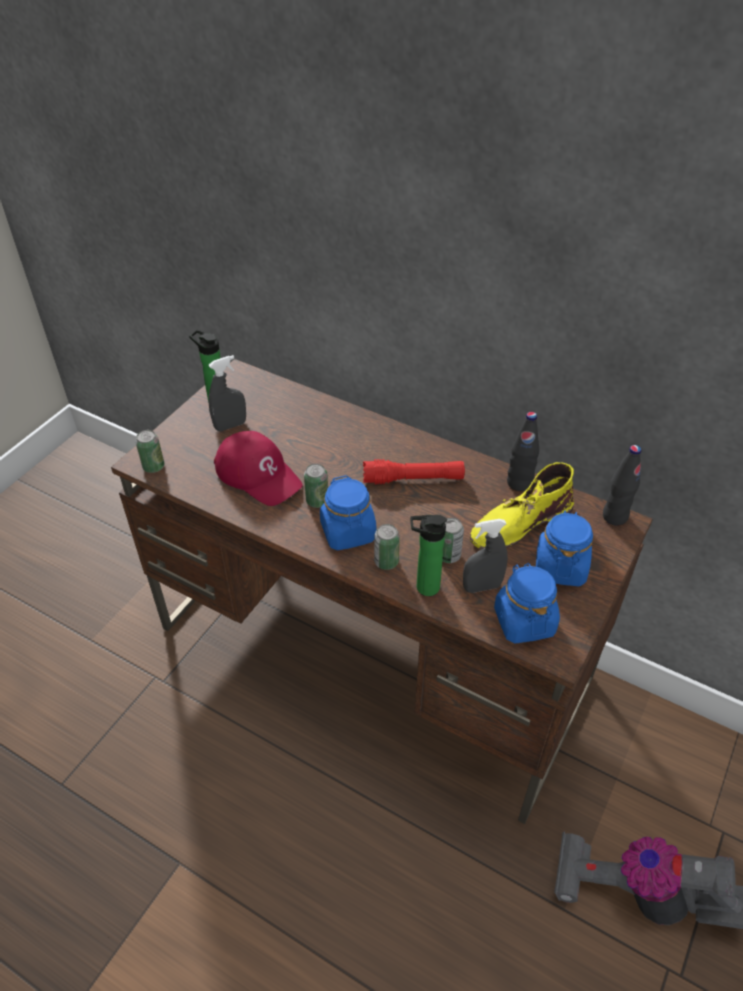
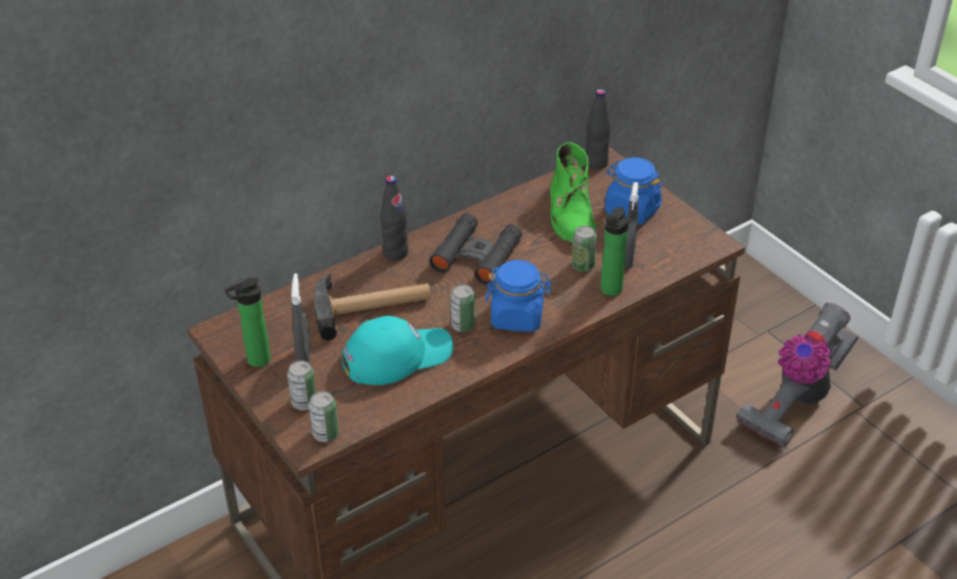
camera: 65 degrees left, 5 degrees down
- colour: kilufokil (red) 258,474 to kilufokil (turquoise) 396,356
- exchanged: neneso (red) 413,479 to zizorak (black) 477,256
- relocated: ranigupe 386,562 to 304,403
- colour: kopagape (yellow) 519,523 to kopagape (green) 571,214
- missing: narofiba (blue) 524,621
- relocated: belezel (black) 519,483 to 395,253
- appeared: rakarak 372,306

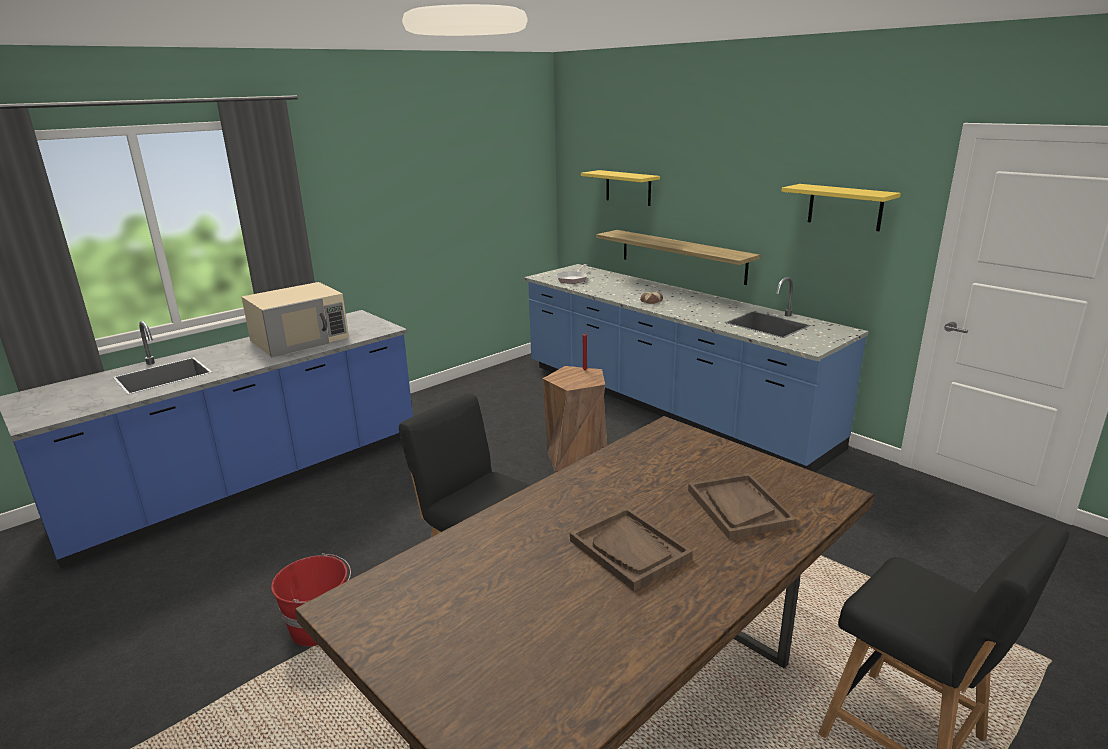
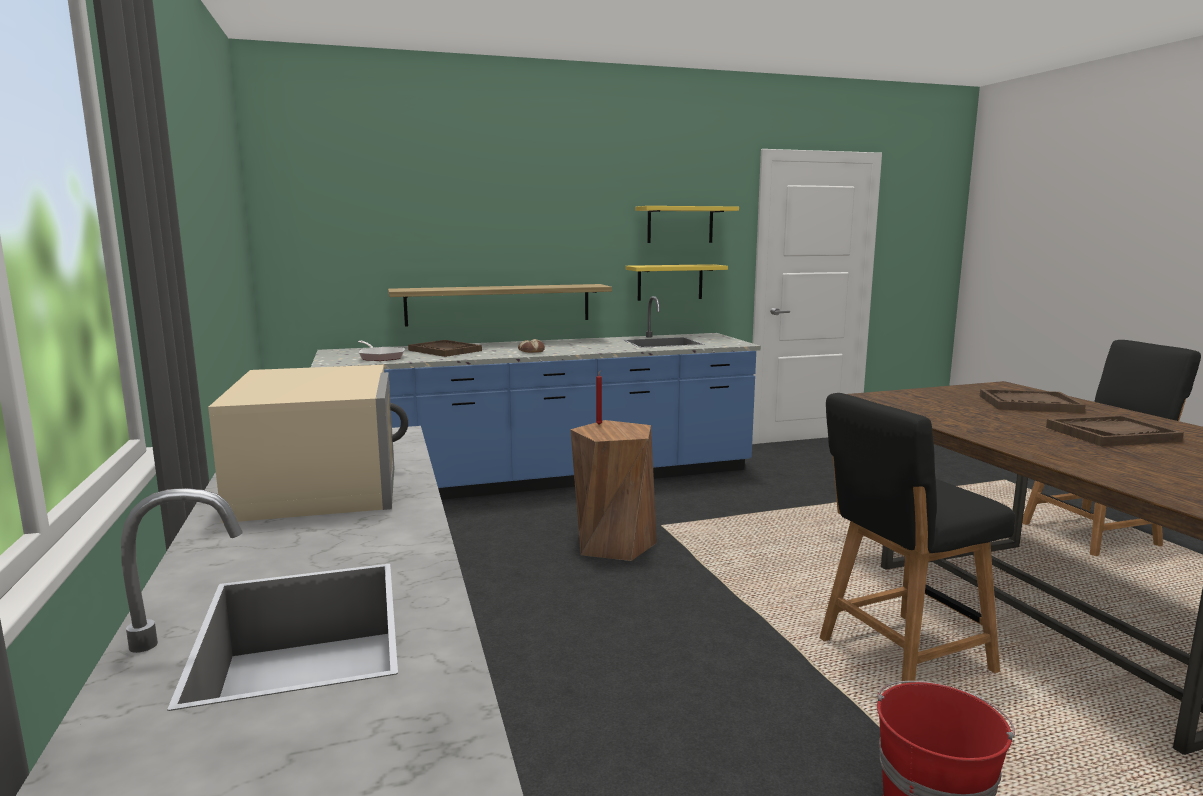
camera: 65 degrees left, 10 degrees down
- relocated: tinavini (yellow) 628,188 to 670,282
- appeared: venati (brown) 444,350

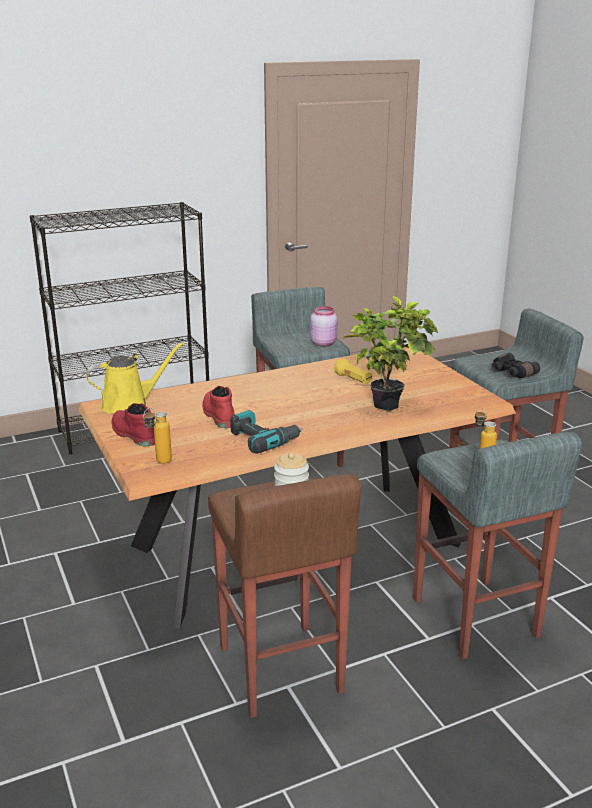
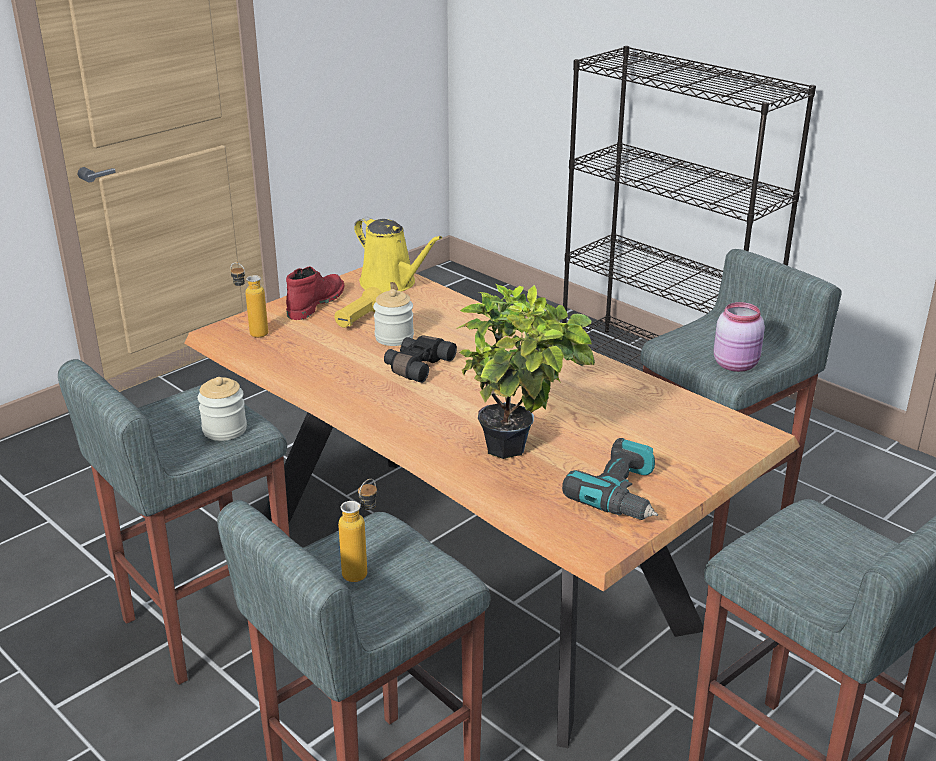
camera: 70 degrees right, 5 degrees up
- exchanged: kopagape (red) 218,415 to narofiba 394,337
- colour: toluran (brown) 279,670 to toluran (grey) 205,622
- relocated: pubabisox 263,439 to 622,494
- relocated: neneso (yellow) 353,380 to 359,319
- relocated: zizorak (black) 511,373 to 417,366

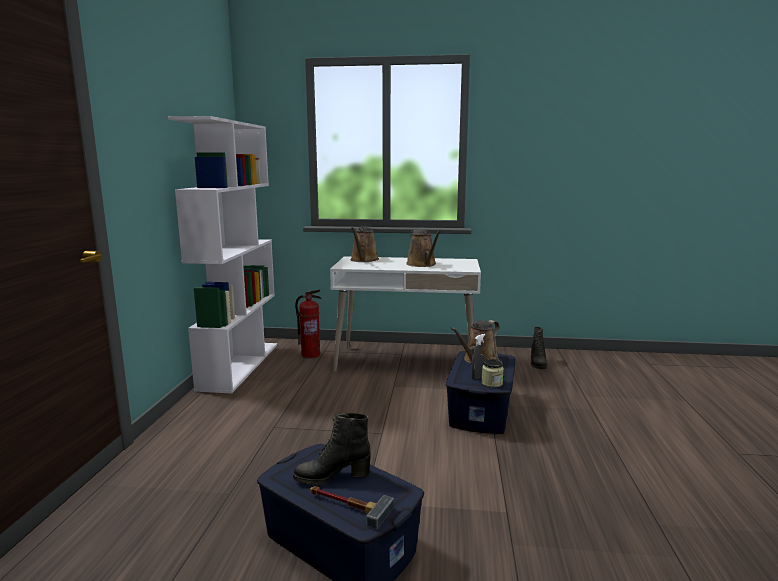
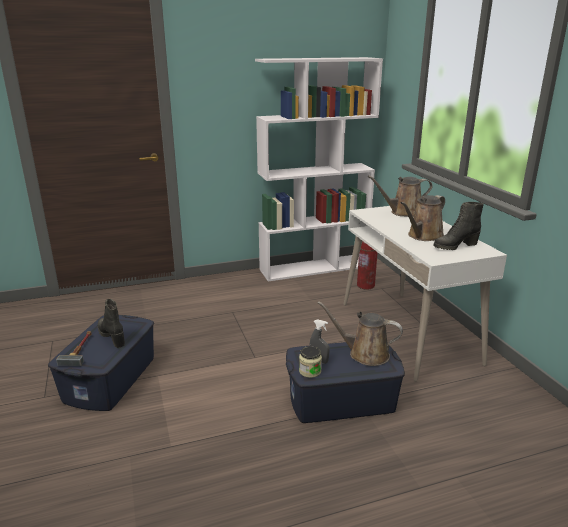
camera: 65 degrees right, 10 degrees up
- relocated: kopagape (black) 537,364 to 455,246

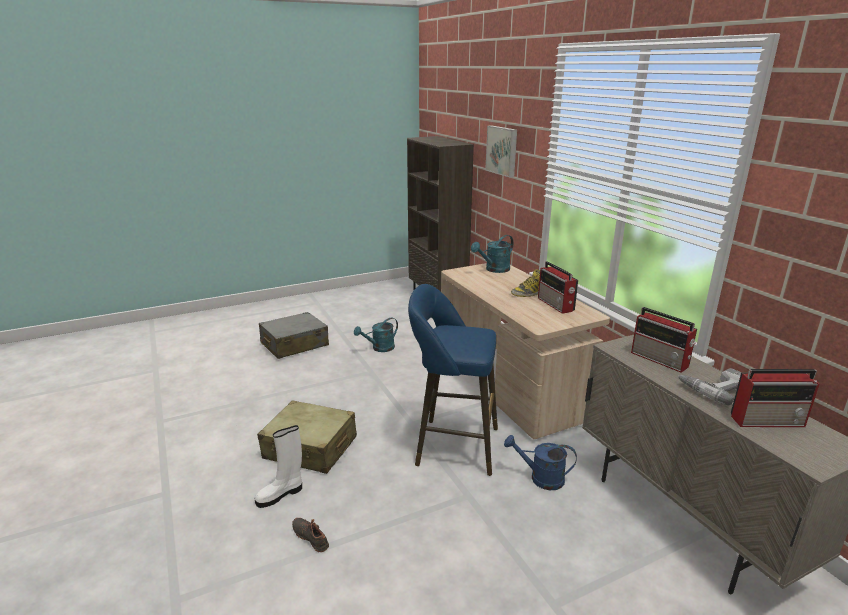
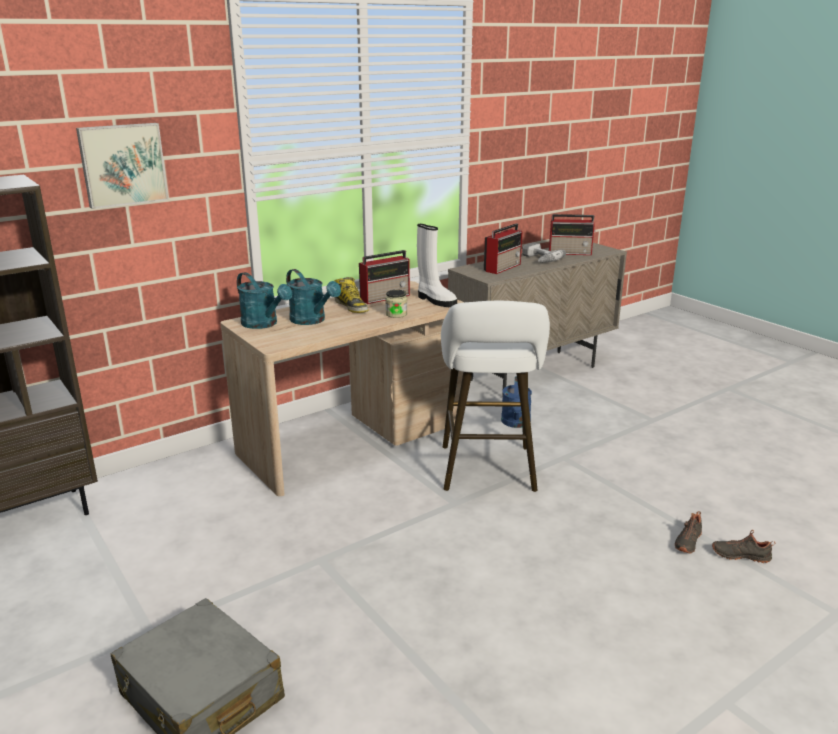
camera: 100 degrees left, 0 degrees up
- relocated: kopagape (white) 281,494 to 435,300
- missing: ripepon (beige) 310,448
- relocated: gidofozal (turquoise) 379,348 to 312,320
- colour: toluran (blue) 452,445 to toluran (white) 488,471
- spun: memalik 768,420 = 571,253 105 degrees clockwise
- appeared: narofiba 396,314
- appeared: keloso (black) 740,555

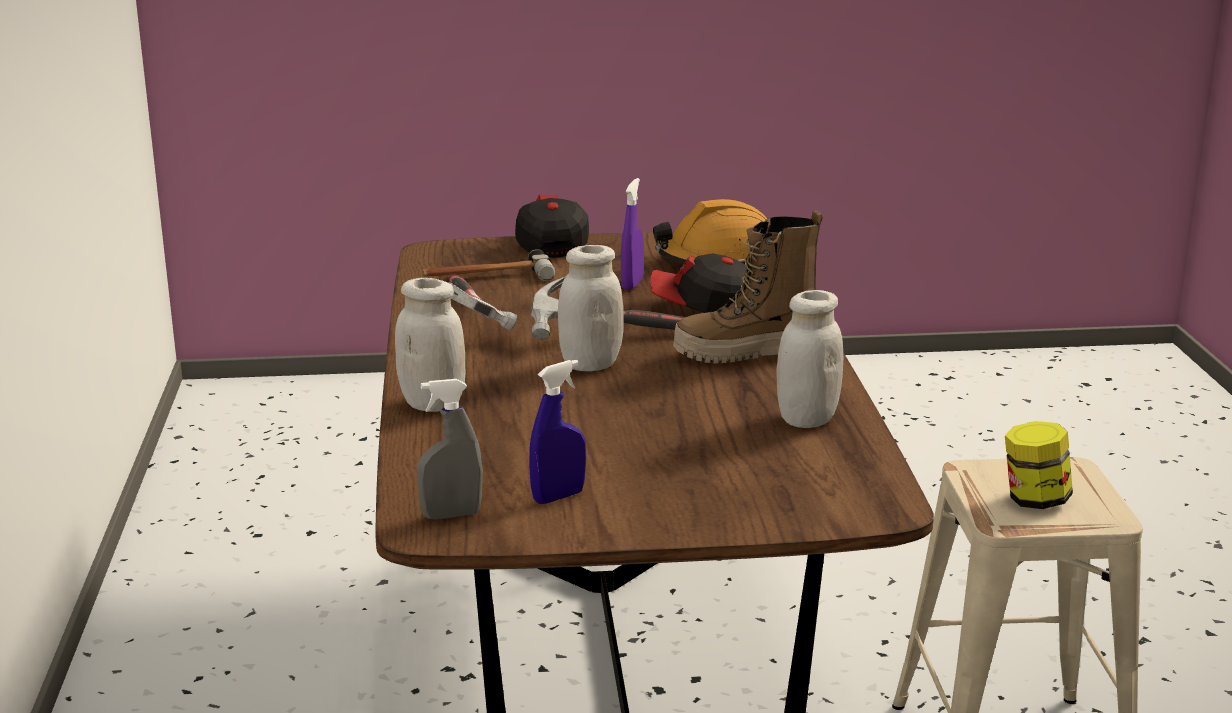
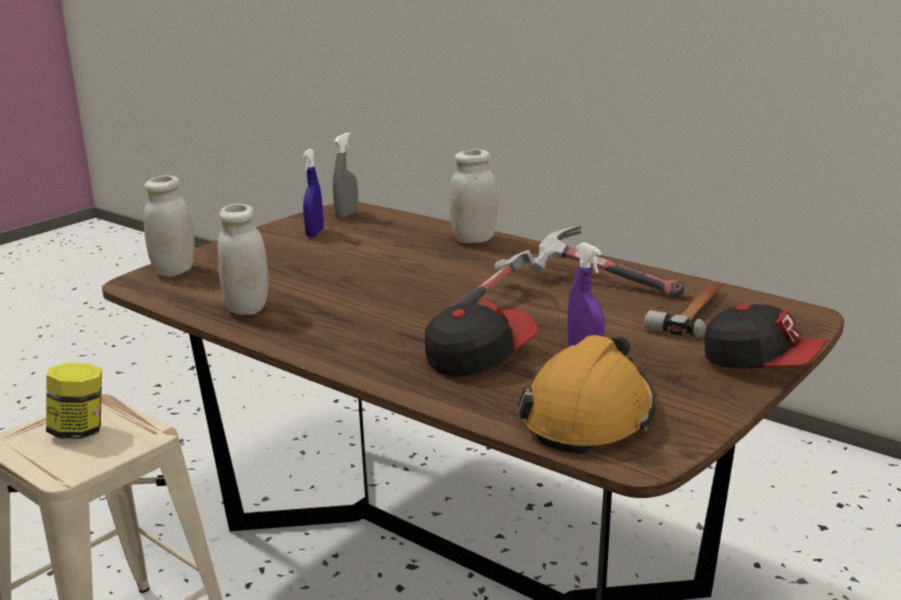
camera: 135 degrees right, 0 degrees up
- relocated: narofiba (white) 590,364 to 174,271
- missing: kopagape 745,353

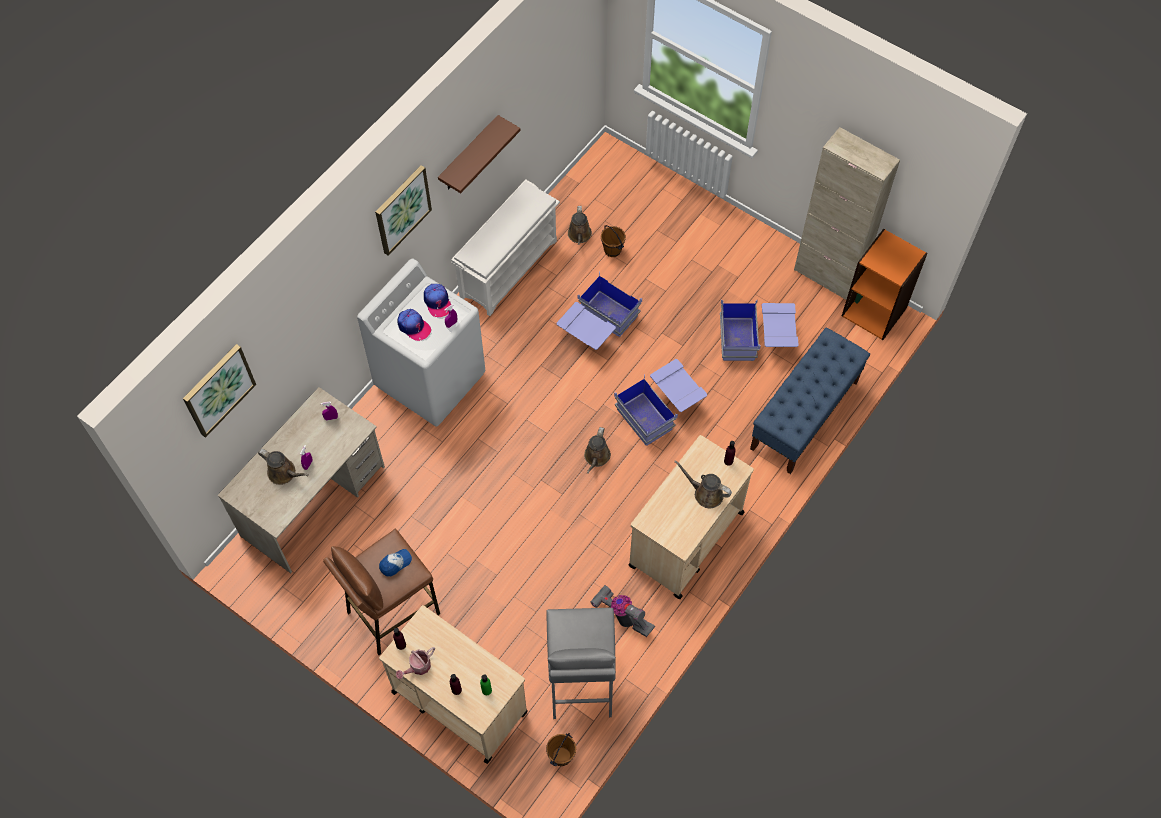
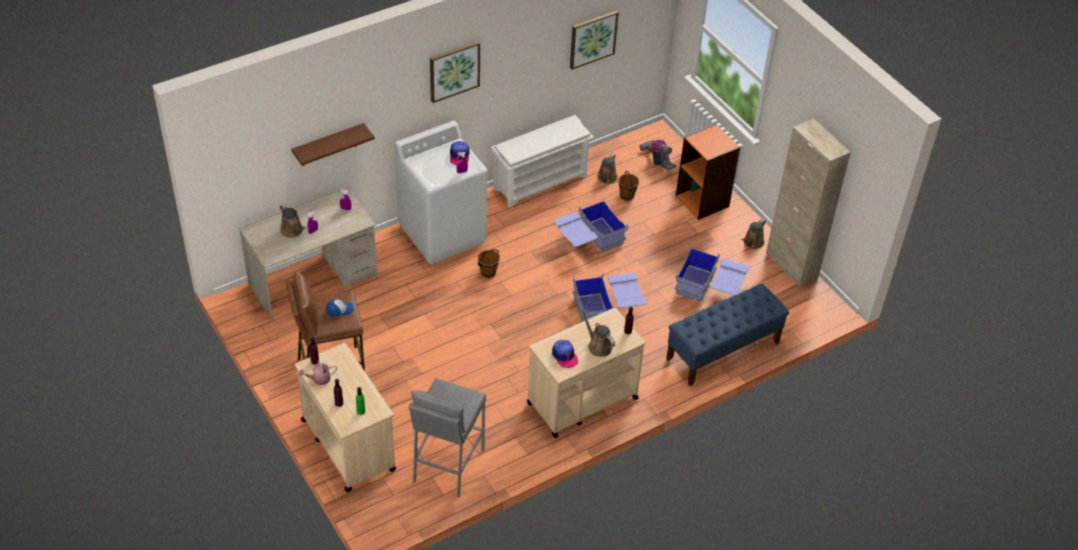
camera: 20 degrees right, 15 degrees down
- relocated: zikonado 218,389 to 592,39
- relocated: kilufokil 413,326 to 564,356
- relocated: tinavini (brown) 469,155 to 328,145
- relocated: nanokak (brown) 561,756 to 488,273
- relocated: gidofozal (brown) 596,457 to 752,243
- relocated: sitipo 622,615 to 657,161
- relocated: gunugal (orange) 874,311 to 702,201

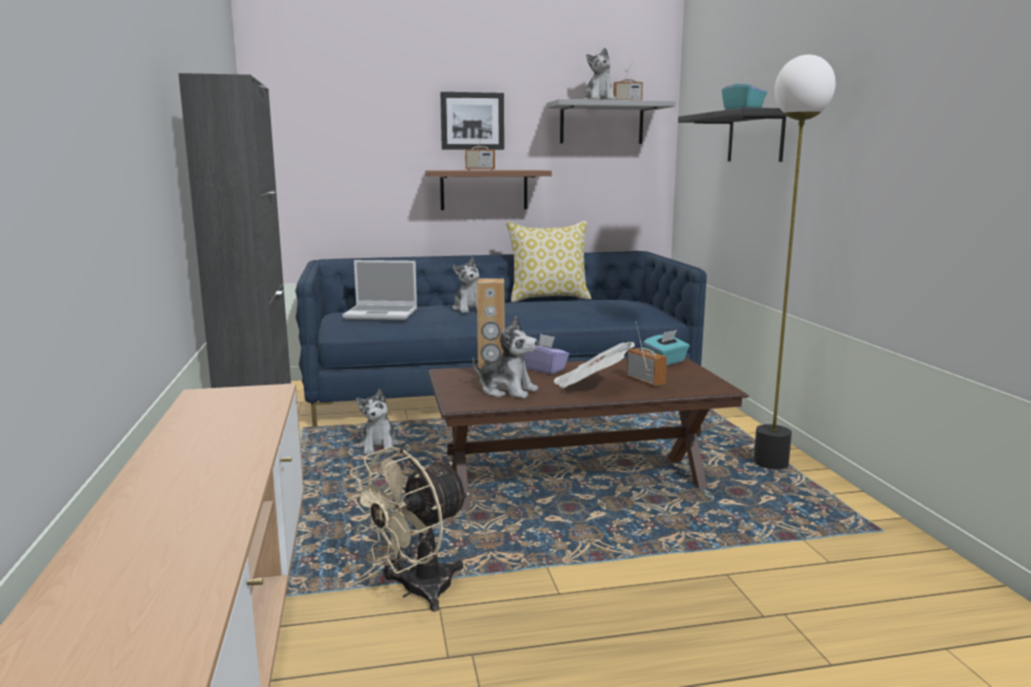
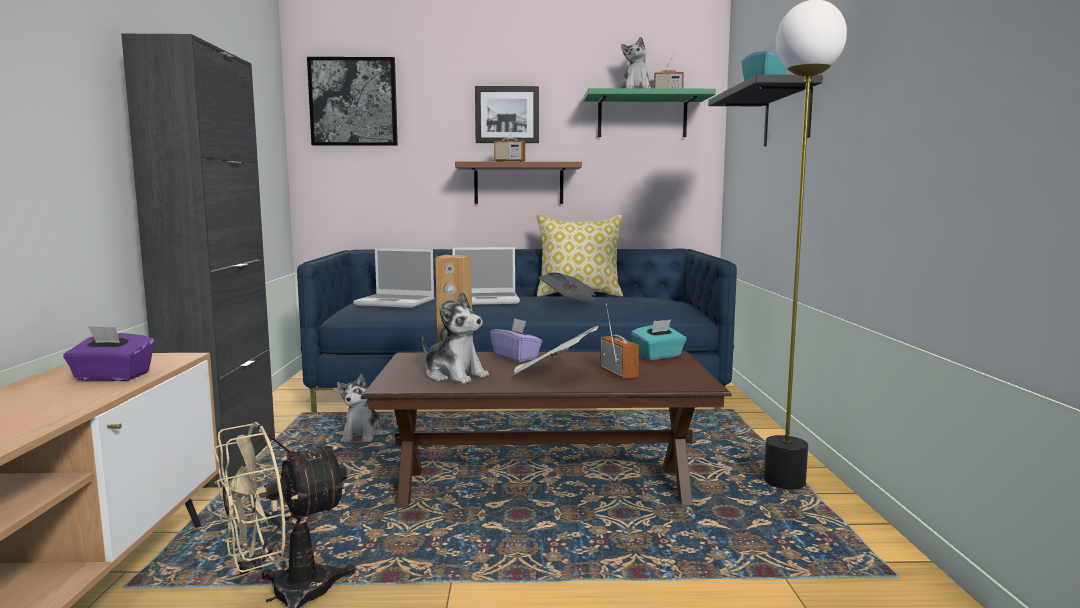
camera: 10 degrees right, 5 degrees down
- exchanged: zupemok 469,309 to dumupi 486,300
- colour: tinavini (grey) 601,123 to tinavini (green) 642,116
- appeared: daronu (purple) 112,377
- appeared: zikonado 353,102
- appeared: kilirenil 570,303

